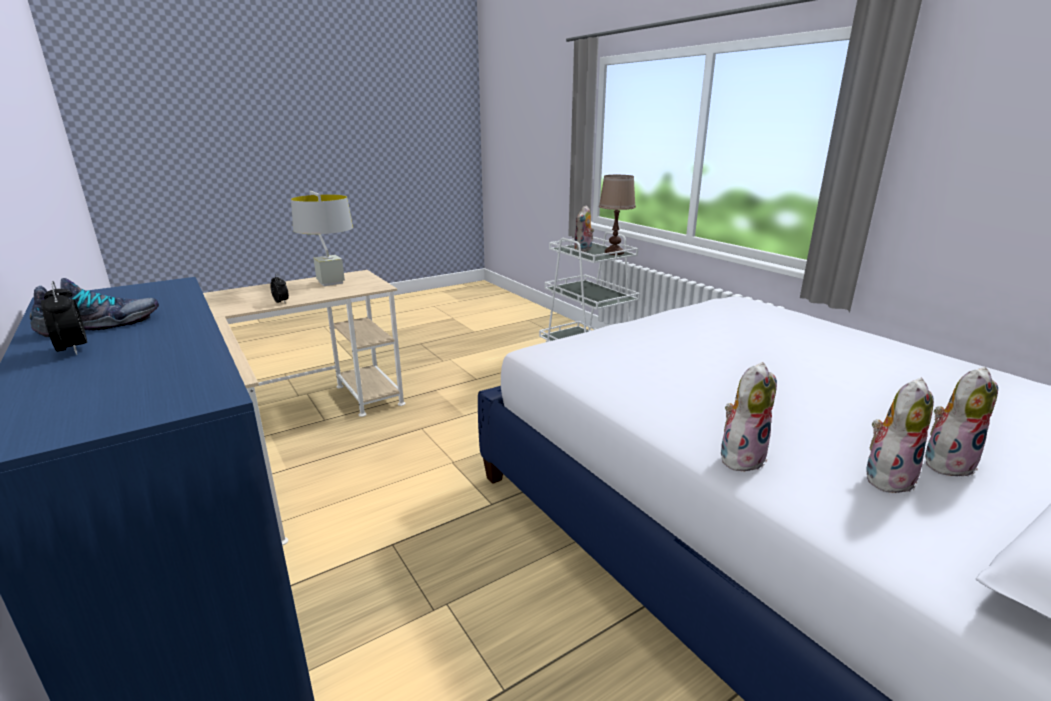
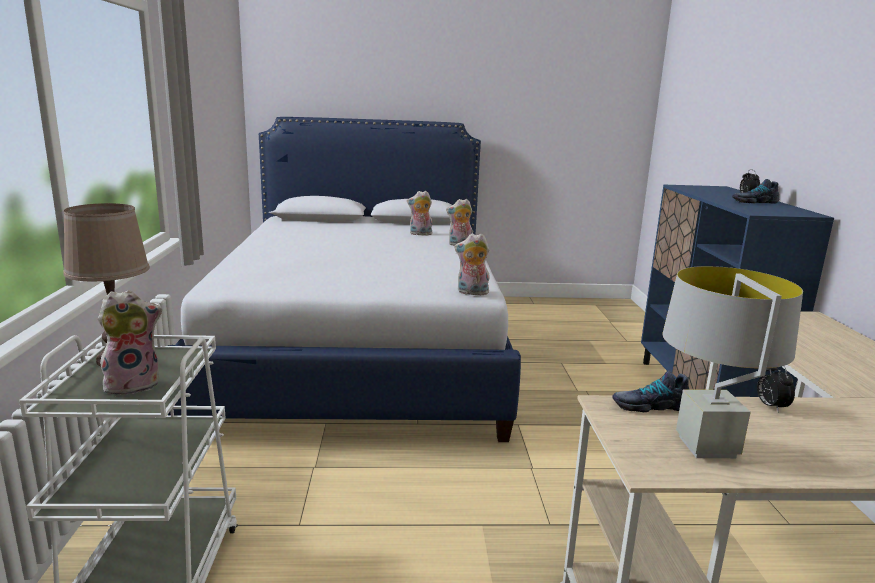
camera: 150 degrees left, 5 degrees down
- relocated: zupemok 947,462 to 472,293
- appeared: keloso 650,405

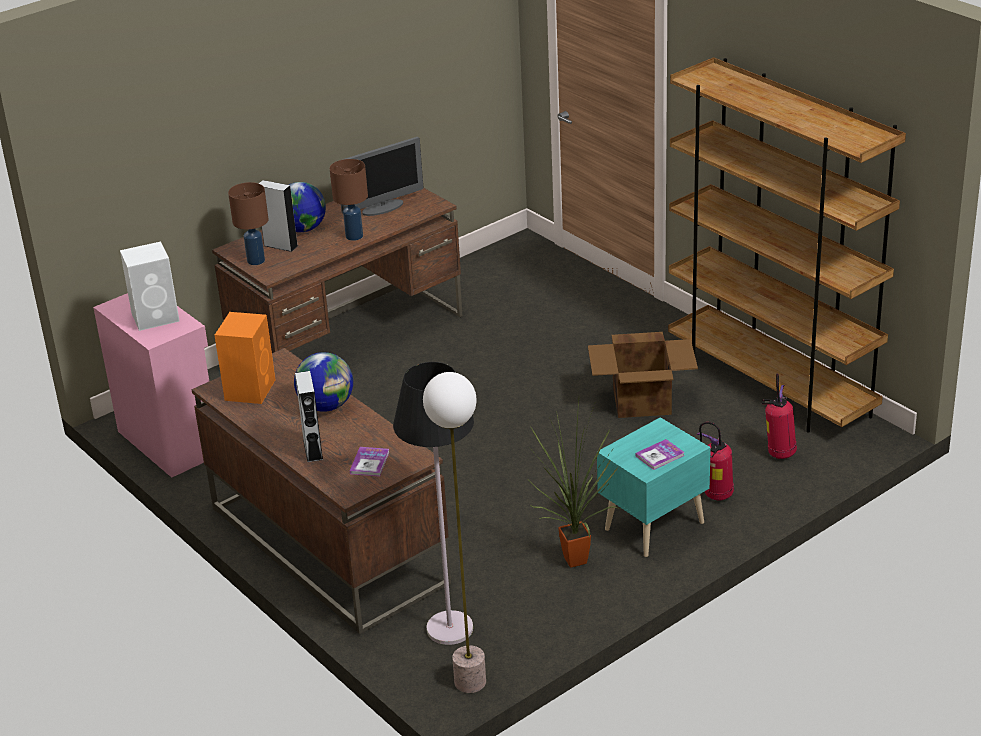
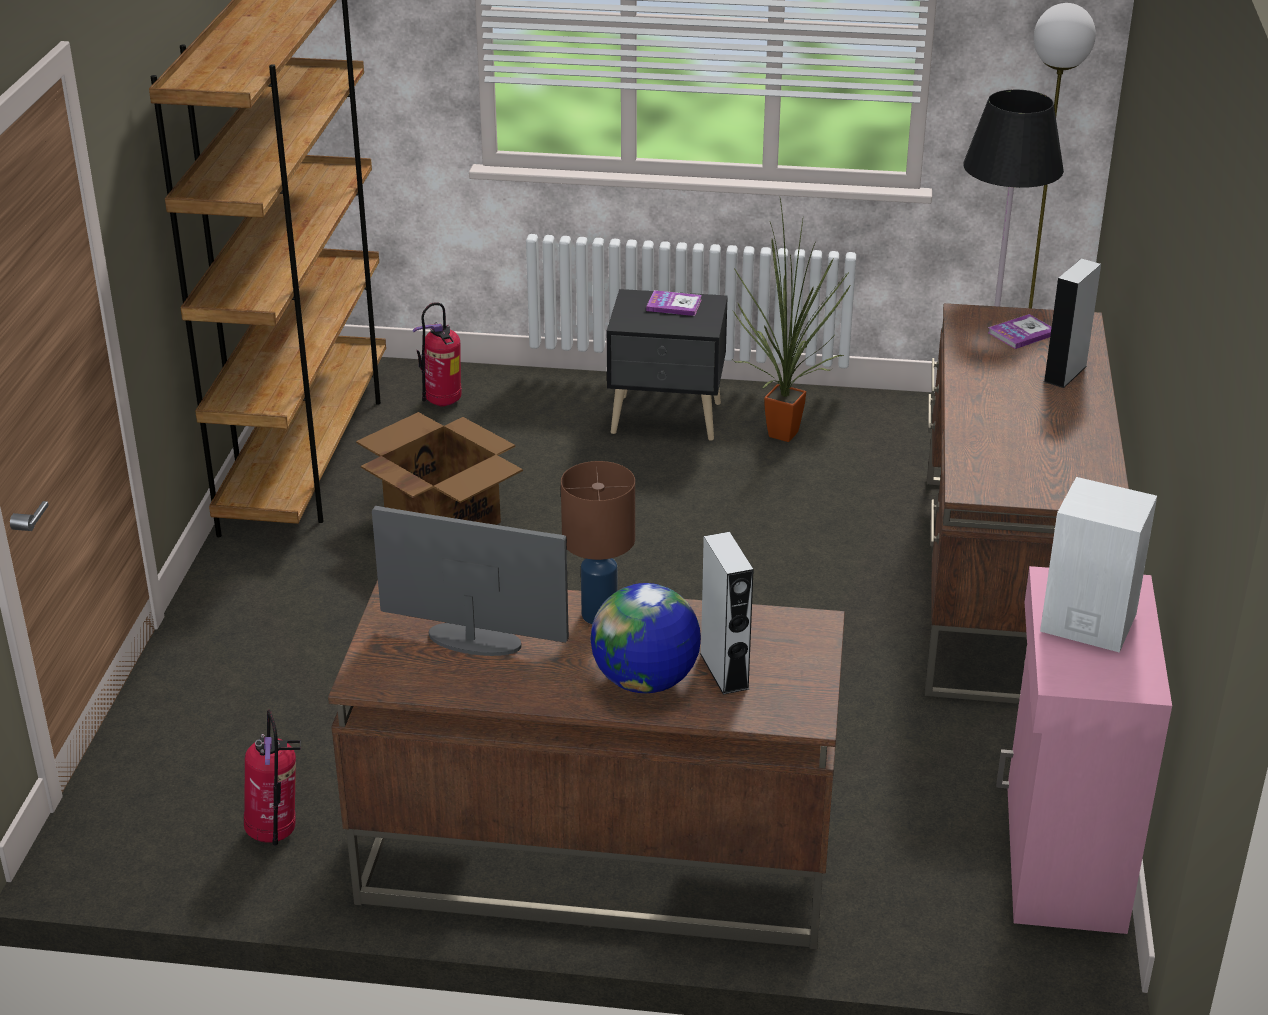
camera: 135 degrees left, 0 degrees up
- missing: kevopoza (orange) 250,389
- missing: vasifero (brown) 256,261
- missing: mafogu 326,406
- colour: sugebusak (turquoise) 652,526 to sugebusak (black) 667,420
- relocated: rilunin 716,496 to 276,834

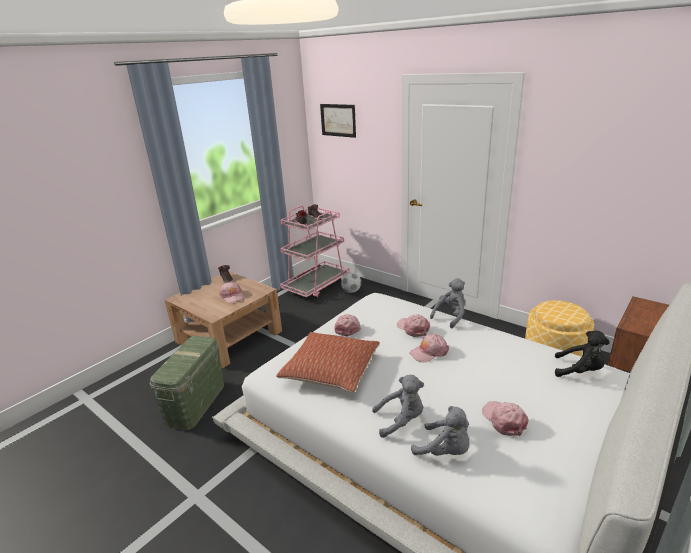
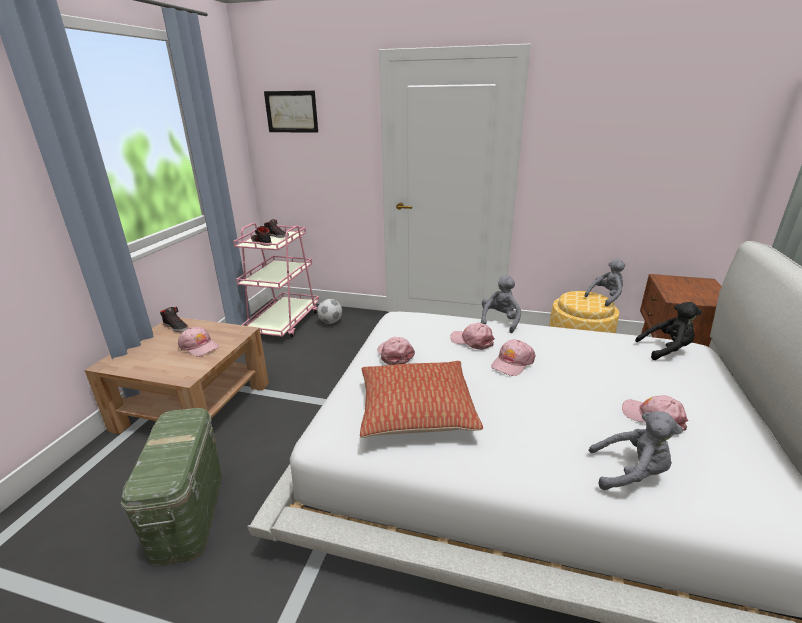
camera: 25 degrees left, 0 degrees up
- relocated: zupemok (grey) 401,420 to 605,297

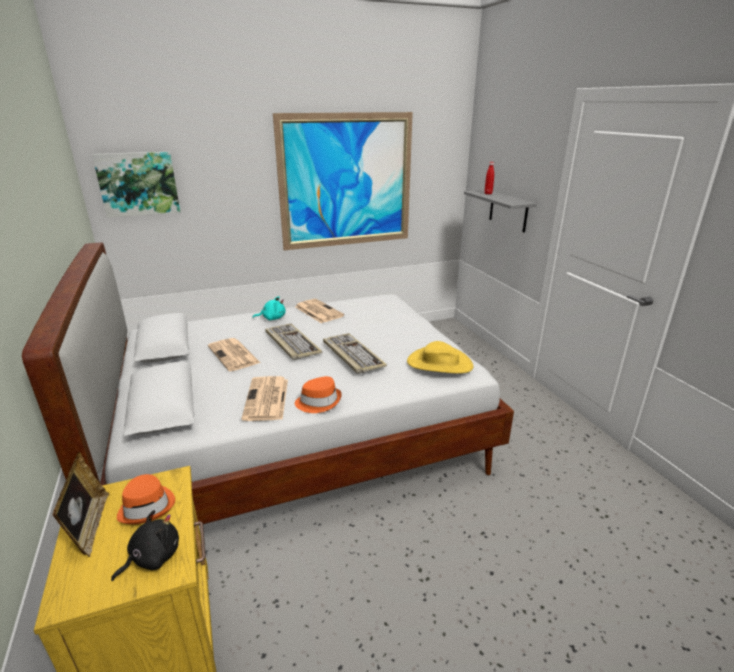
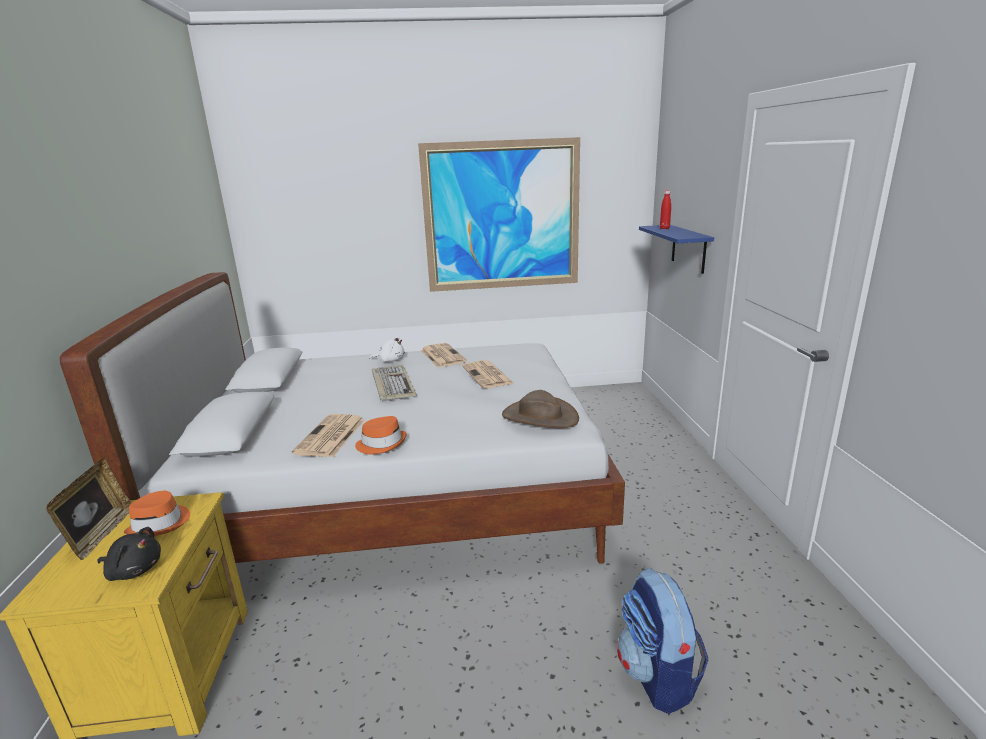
camera: 15 degrees right, 5 degrees down
- missing: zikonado 138,184
- spun: zupemok (black) 152,557 = 134,570 45 degrees clockwise
- relocated: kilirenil 234,355 to 488,375
- colour: zupemok (turquoise) 272,318 to zupemok (white) 390,360
- missing: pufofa 352,355
- colour: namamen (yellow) 439,363 to namamen (brown) 539,417
- colour: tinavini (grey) 508,211 to tinavini (blue) 688,248
- appeared: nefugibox 657,676

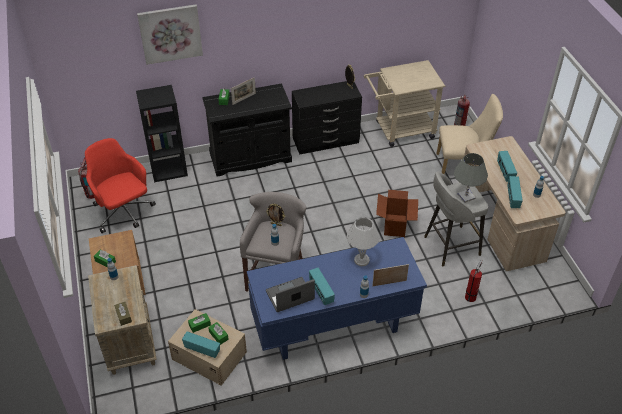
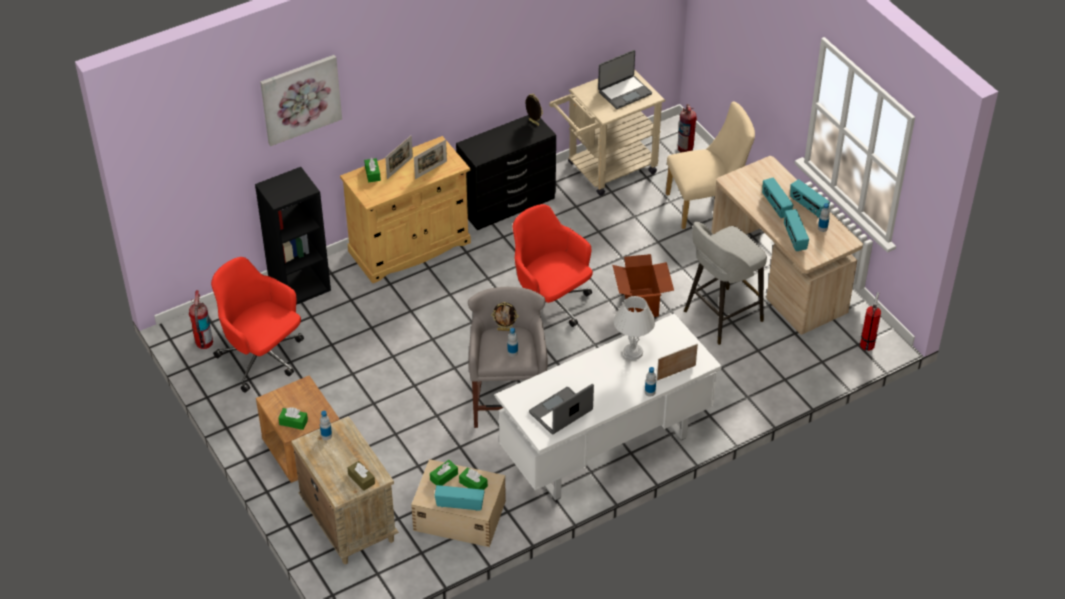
camera: 15 degrees left, 0 degrees up
- colour: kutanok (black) 250,157 to kutanok (beige) 409,247
- colour: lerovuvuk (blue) 334,328 to lerovuvuk (white) 606,450
- relocated: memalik 321,292 to 807,207
- missing: vasifero (grey) 466,196
- relocated: rilunin 471,296 to 867,343
- appeared: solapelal 431,170
- appeared: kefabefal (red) 549,306
- appeared: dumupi 624,92

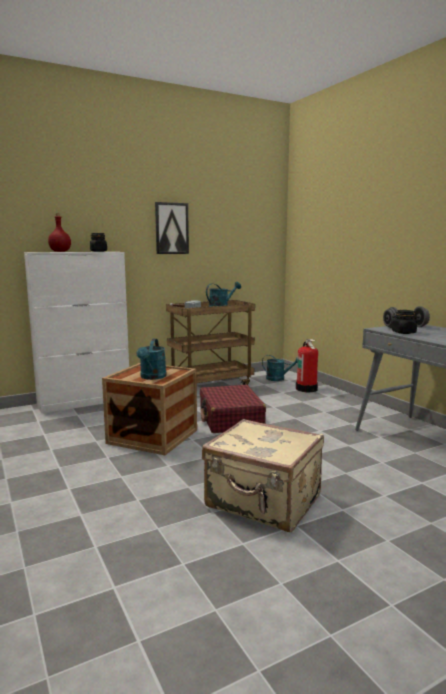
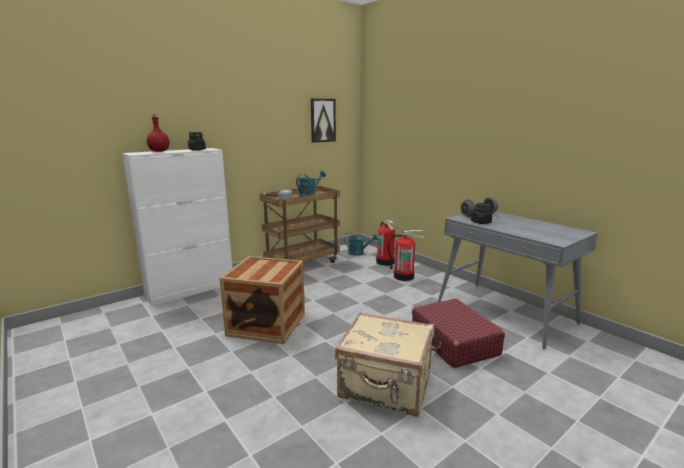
camera: 10 degrees left, 5 degrees up
- missing: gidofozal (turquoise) 152,377
- relocated: zikonado 171,228 to 322,120
- relocated: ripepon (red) 230,419 to 454,342
- appeared: rilunin 404,276

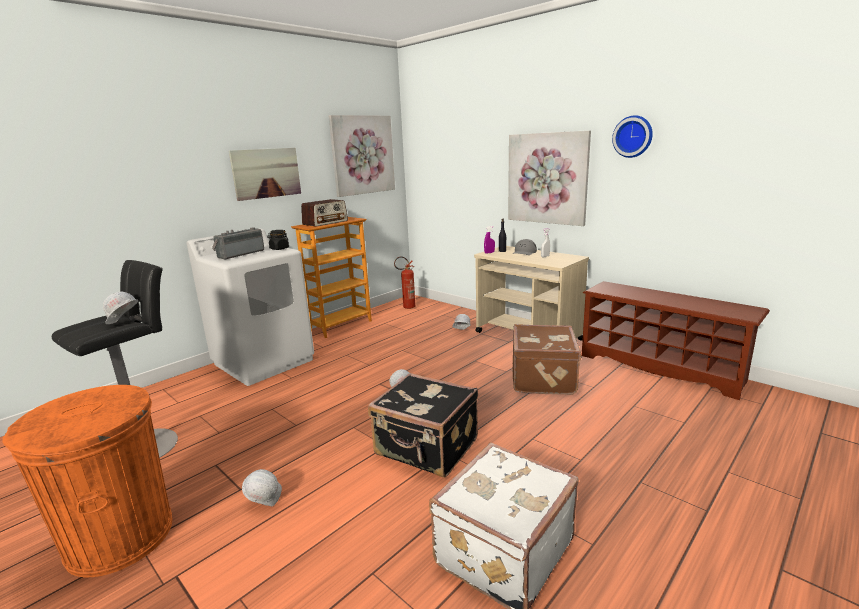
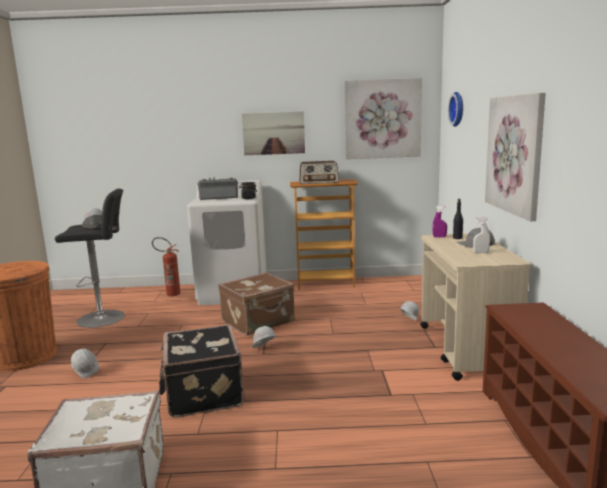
camera: 45 degrees right, 5 degrees down
- relocated: rilunin 406,307 to 170,294
- relocated: ripepon (brown) 544,378 to 259,322
- relocated: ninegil 633,136 to 458,109

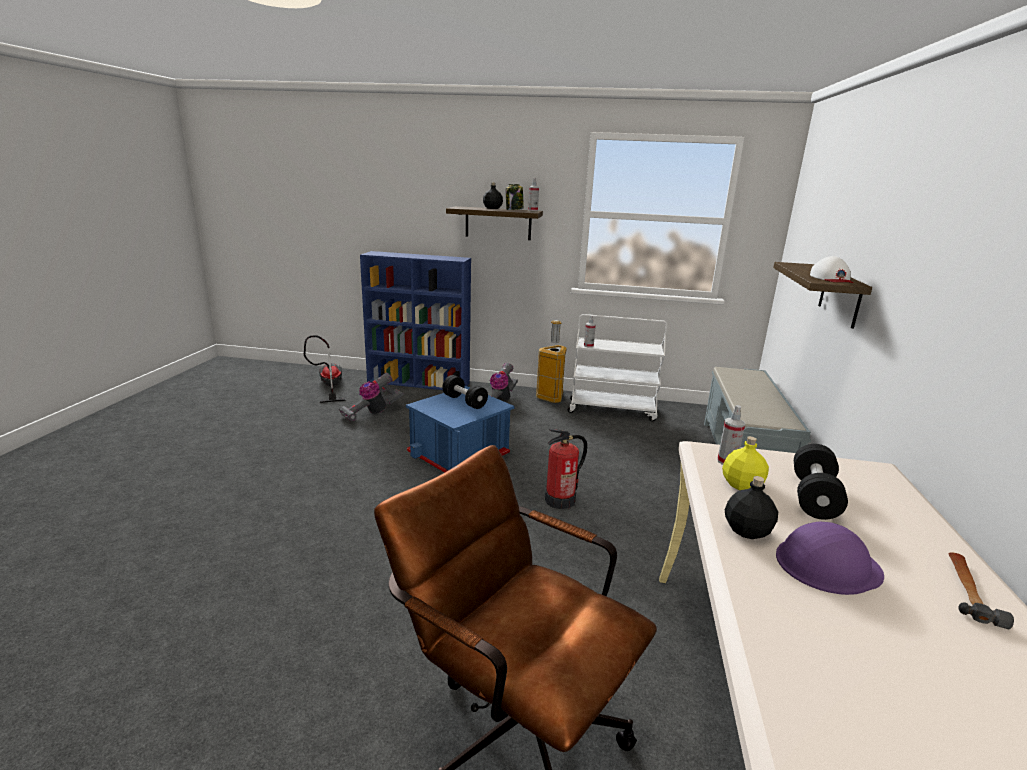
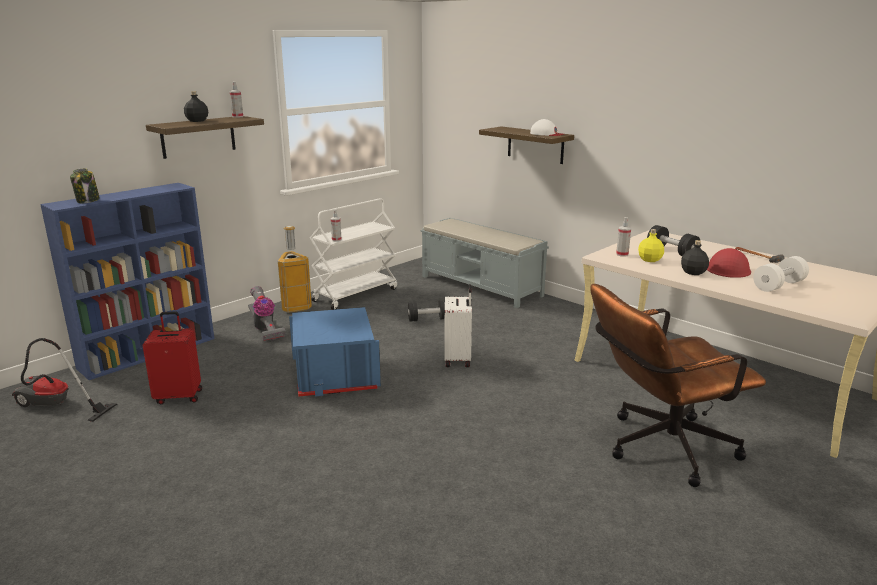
camera: 55 degrees left, 0 degrees up
- exchanged: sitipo 372,413 to ripepon (red) 179,396
- relocated: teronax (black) 464,401 to 428,319
- relocated: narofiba 514,209 to 88,201
- exchanged: rilunin 560,500 to ripepon (white) 458,359
- colour: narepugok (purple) 827,564 to narepugok (red) 728,269
- appeared: teronax (white) 778,285

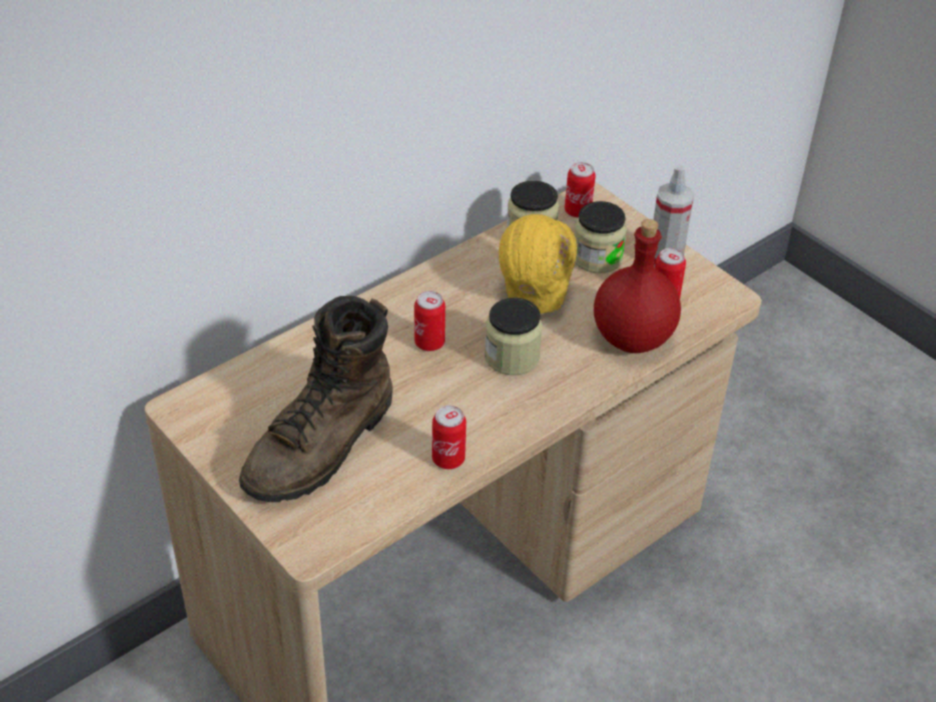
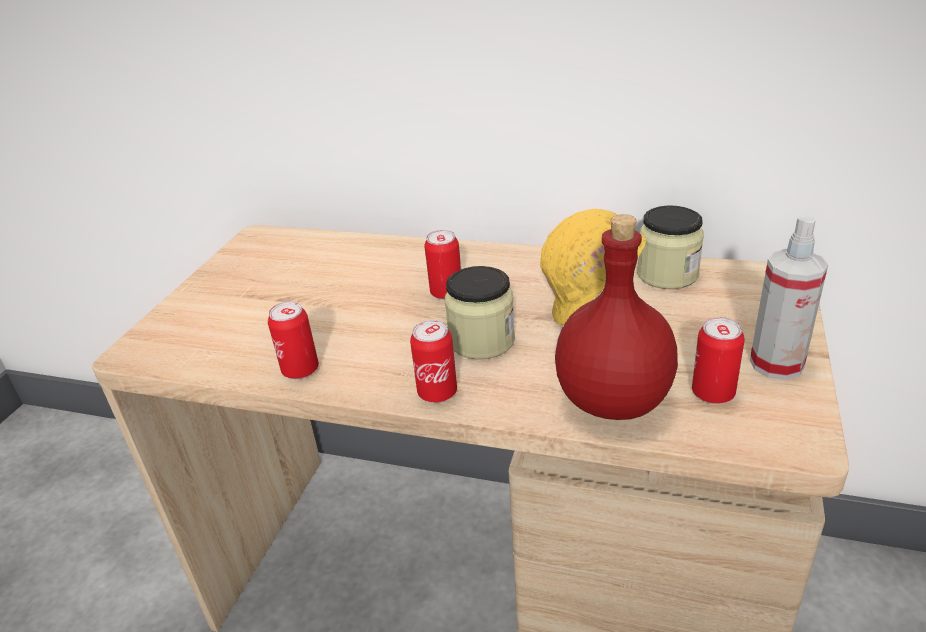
camera: 60 degrees right, 10 degrees down
- missing: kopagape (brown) 323,446
- relocated: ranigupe 577,211 to 437,393
- missing: narofiba 597,258

